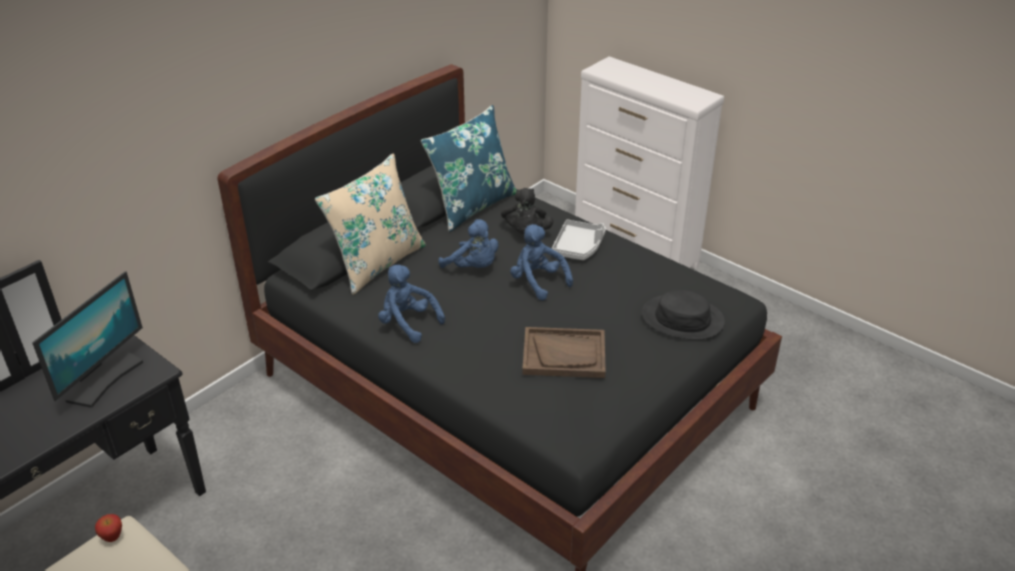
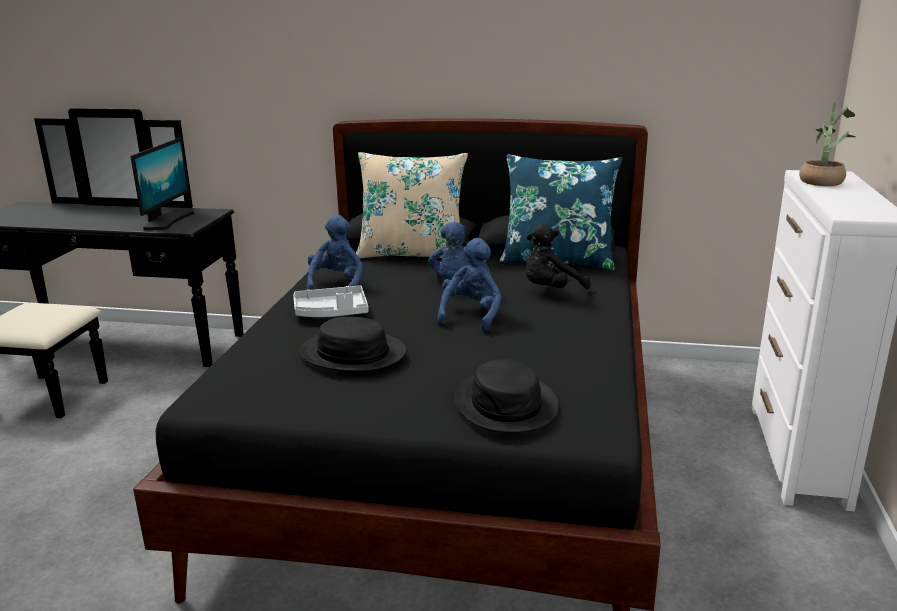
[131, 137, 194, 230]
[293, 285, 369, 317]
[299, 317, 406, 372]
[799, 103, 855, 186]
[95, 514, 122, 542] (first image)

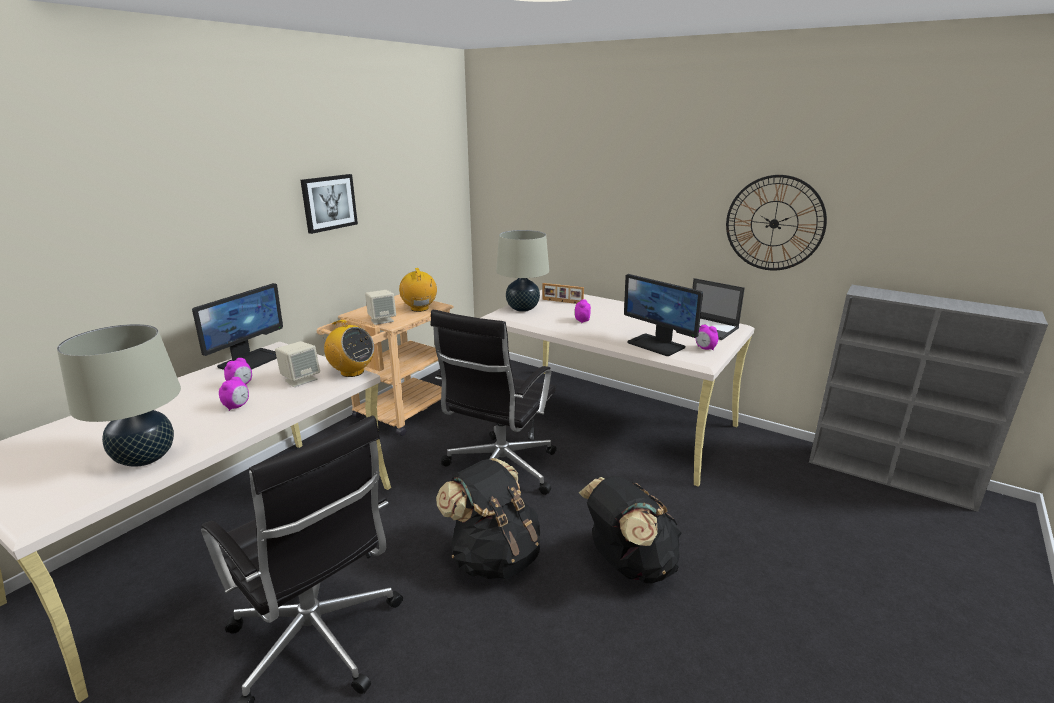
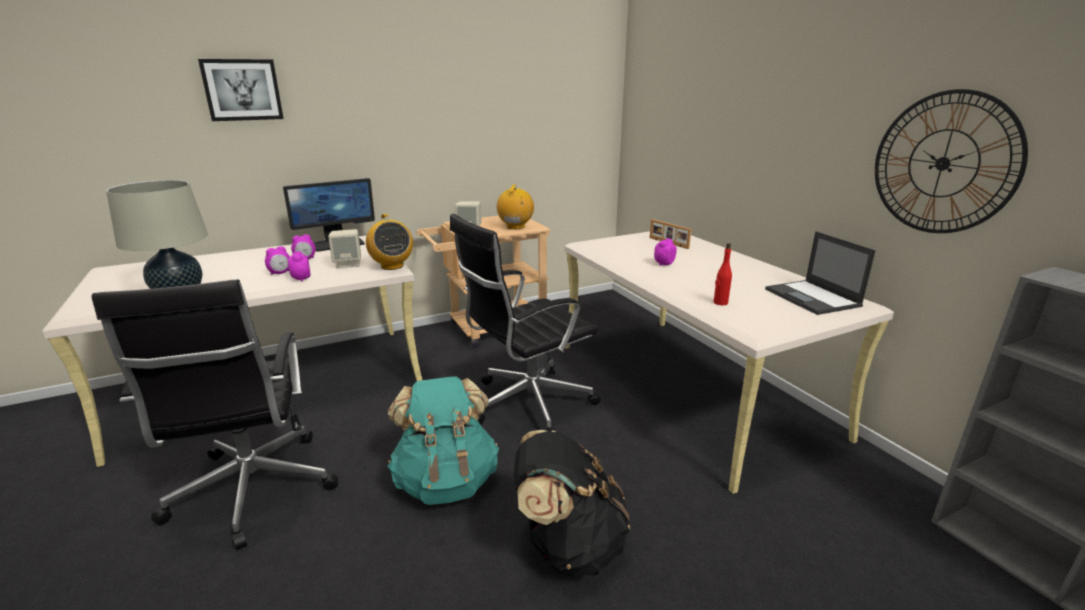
[198, 59, 284, 121]
[288, 251, 311, 282]
[387, 376, 499, 505]
[714, 243, 732, 305]
[496, 230, 549, 312] (first image)

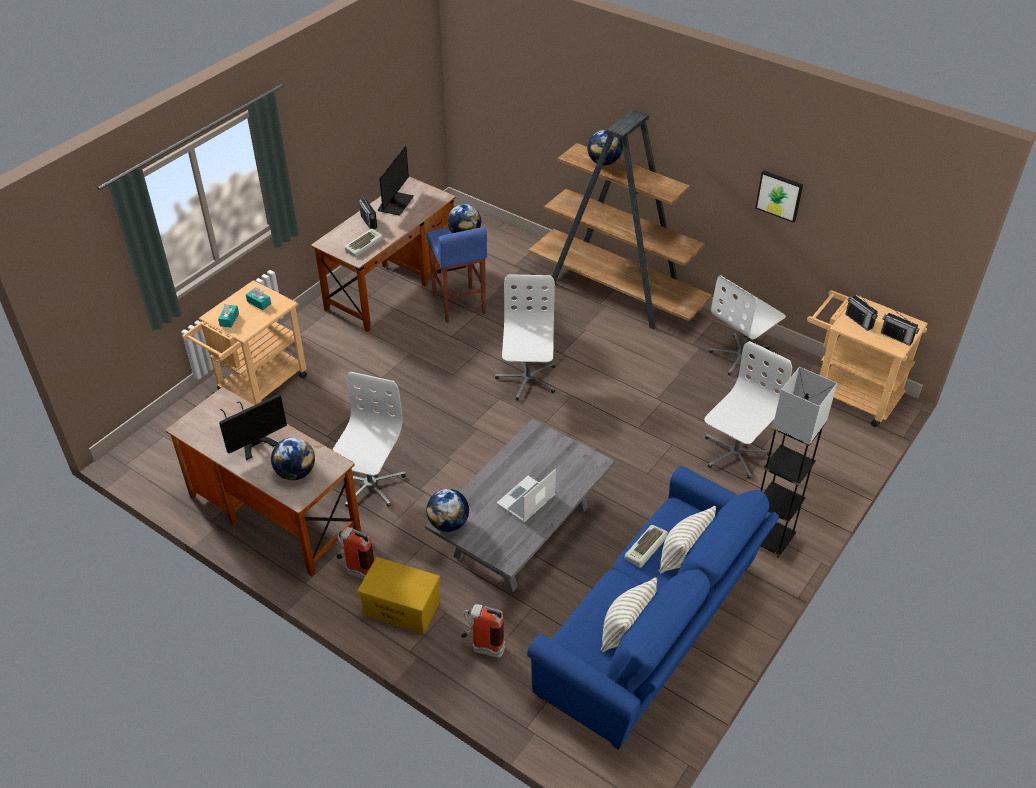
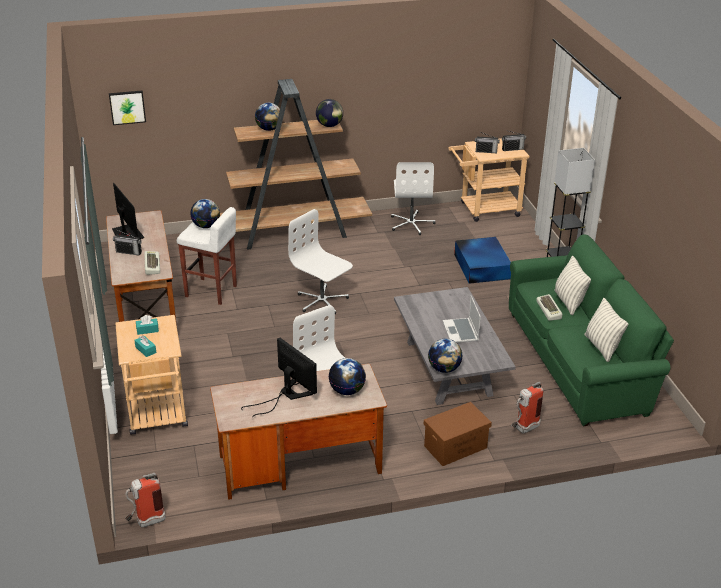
[109, 91, 146, 125]
[125, 473, 166, 528]
[177, 207, 237, 305]
[241, 337, 317, 417]
[316, 99, 343, 127]
[424, 402, 492, 466]
[454, 237, 511, 284]
[509, 234, 674, 427]

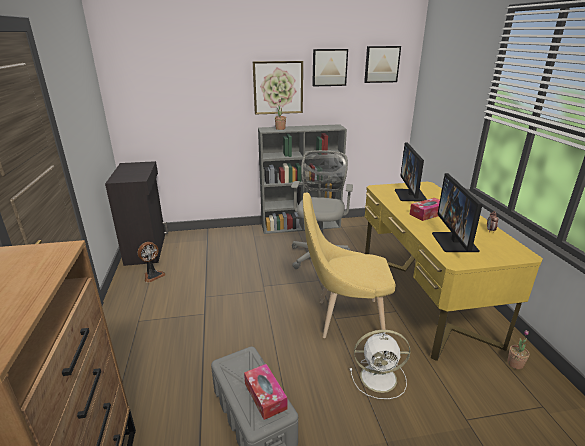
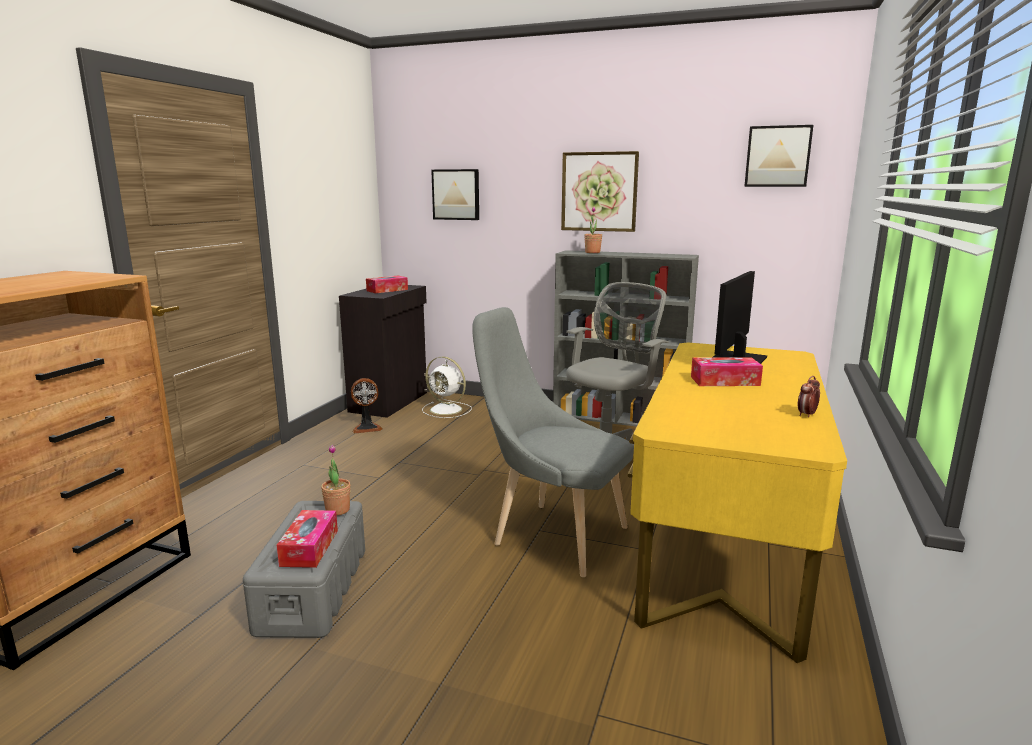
[321, 445, 350, 515]
[366, 276, 408, 293]
[422, 356, 472, 418]
[431, 169, 479, 220]
[472, 307, 633, 577]
[432, 173, 483, 252] (first image)

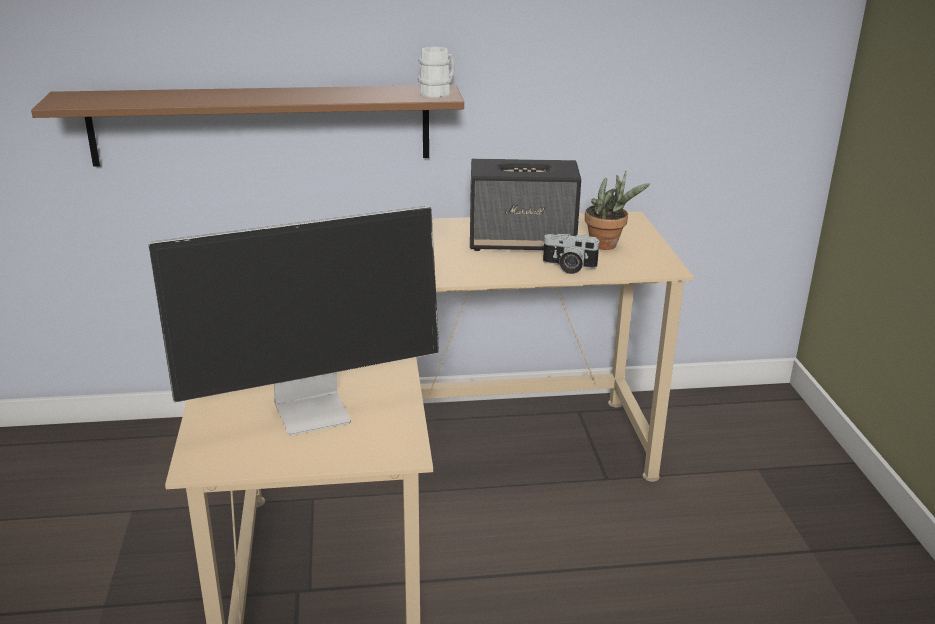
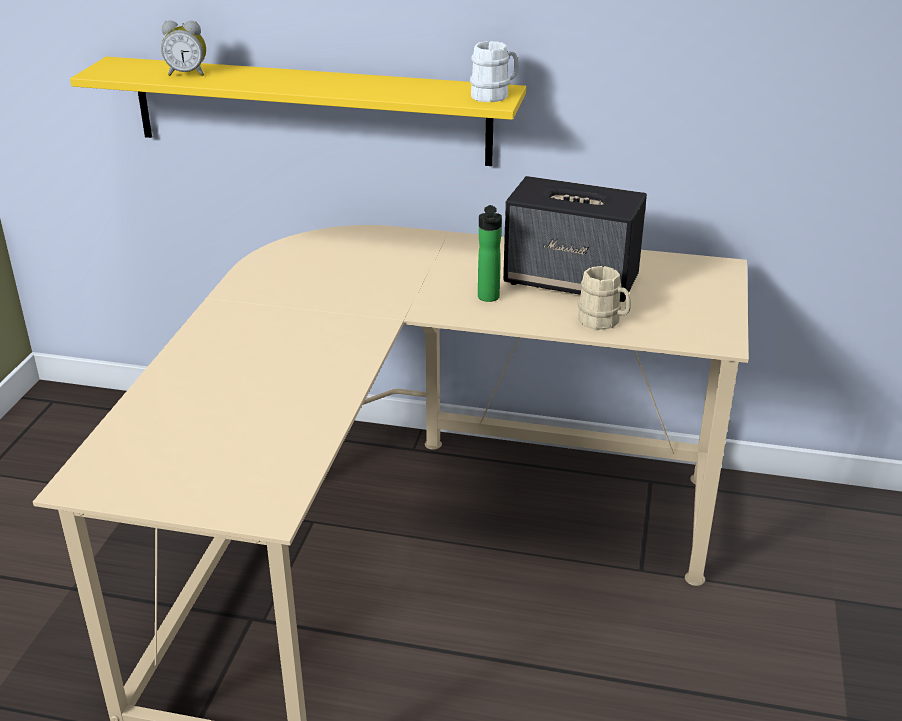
[70, 57, 526, 166]
[161, 21, 206, 76]
[478, 205, 502, 302]
[578, 266, 631, 330]
[148, 206, 439, 436] (first image)
[585, 171, 650, 250] (first image)

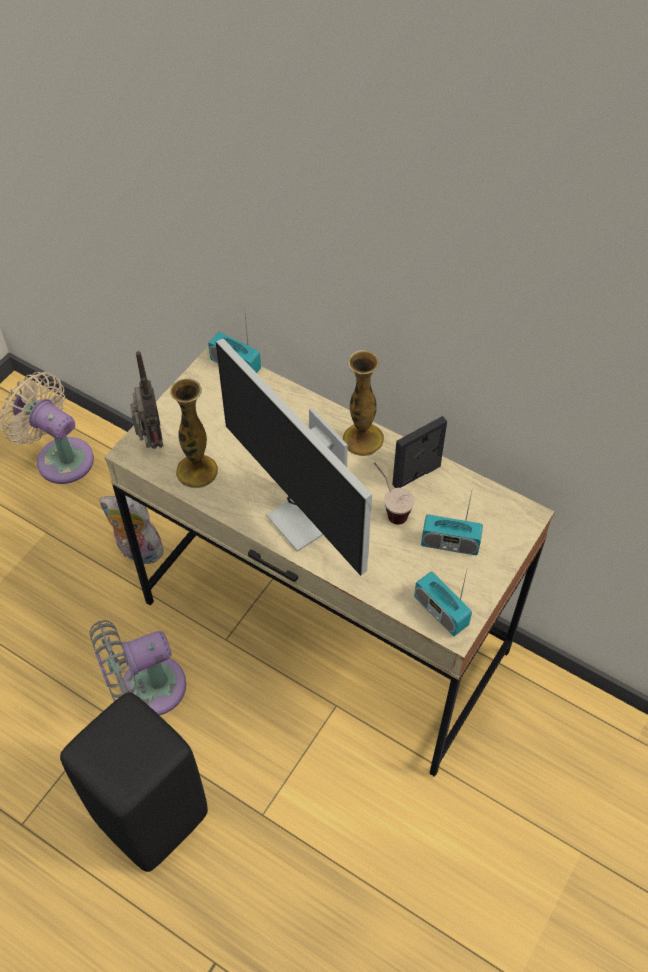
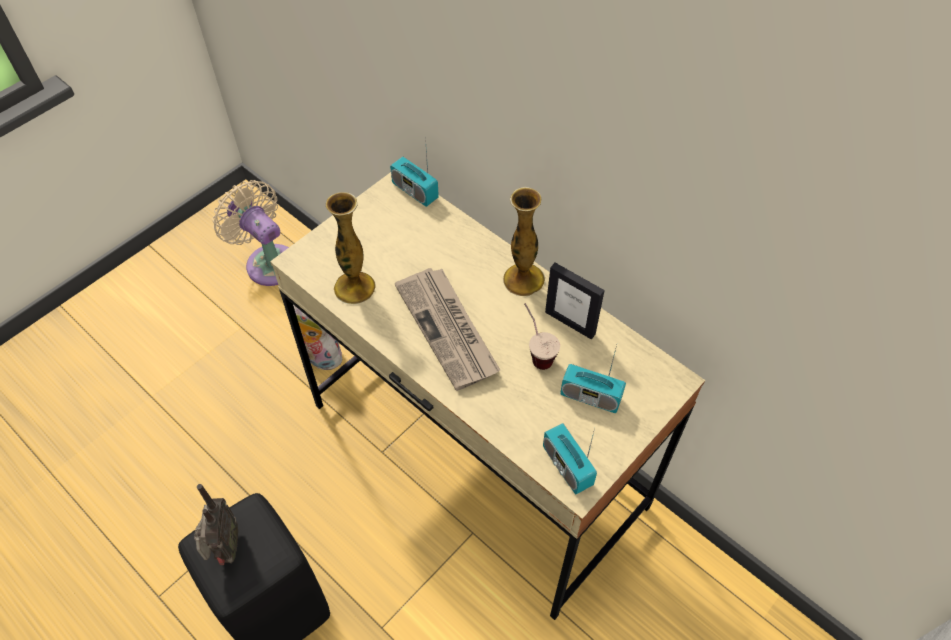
[194, 484, 238, 565]
[395, 268, 500, 391]
[545, 263, 605, 340]
[89, 620, 186, 715] (first image)

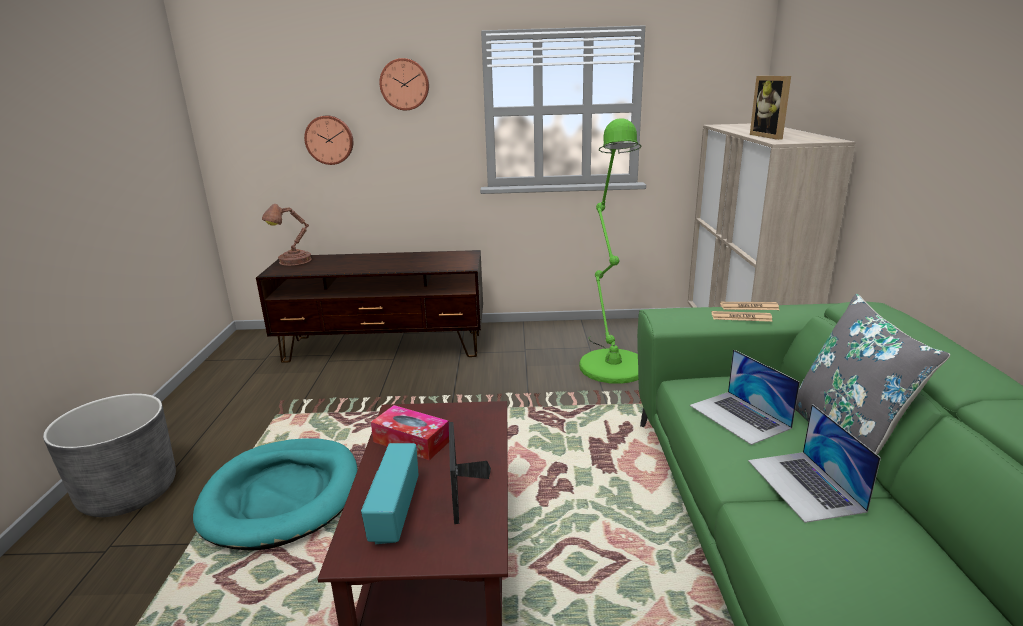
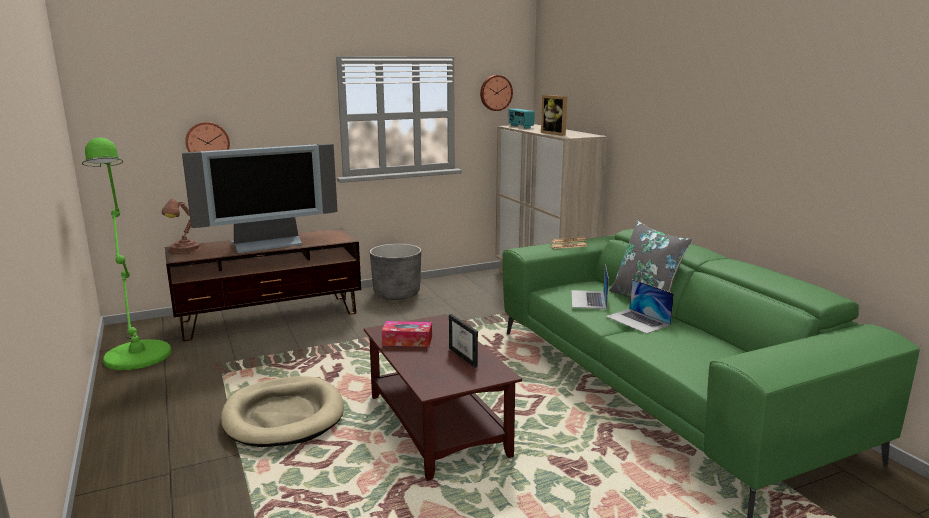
[82, 138, 172, 370]
[182, 144, 338, 253]
[221, 376, 344, 447]
[370, 244, 421, 300]
[480, 75, 513, 111]
[508, 109, 535, 129]
[572, 264, 609, 309]

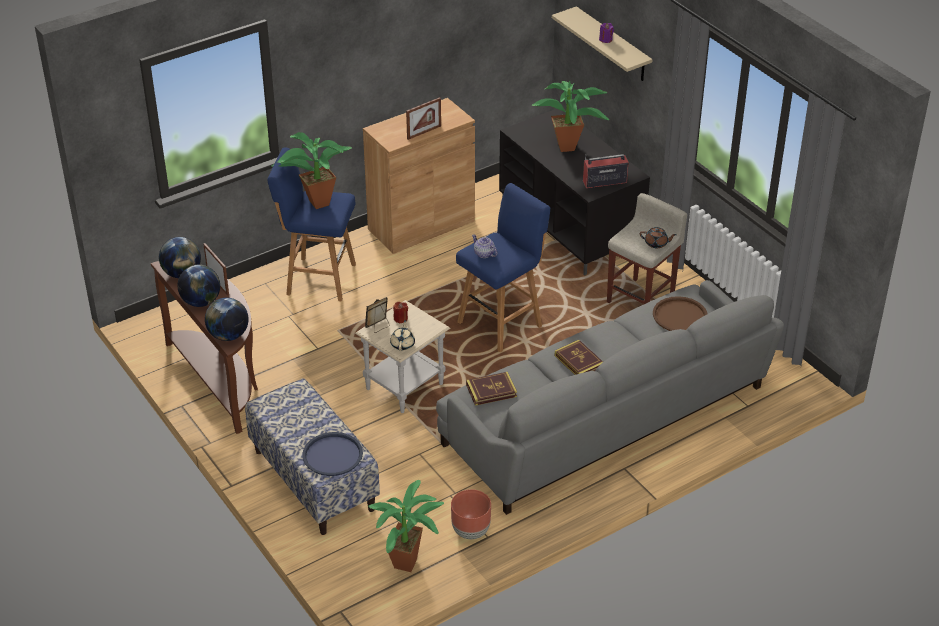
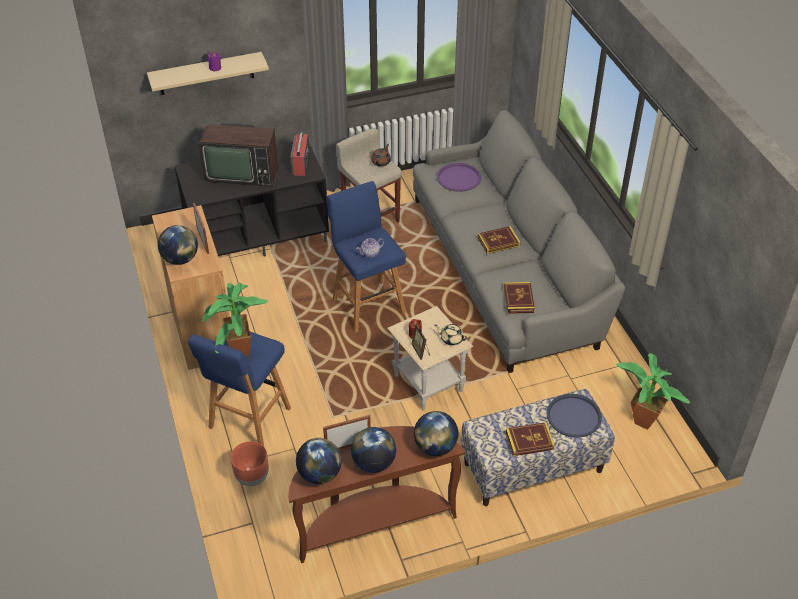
[158, 225, 198, 265]
[199, 123, 278, 187]
[231, 441, 269, 486]
[437, 163, 481, 192]
[505, 422, 555, 456]

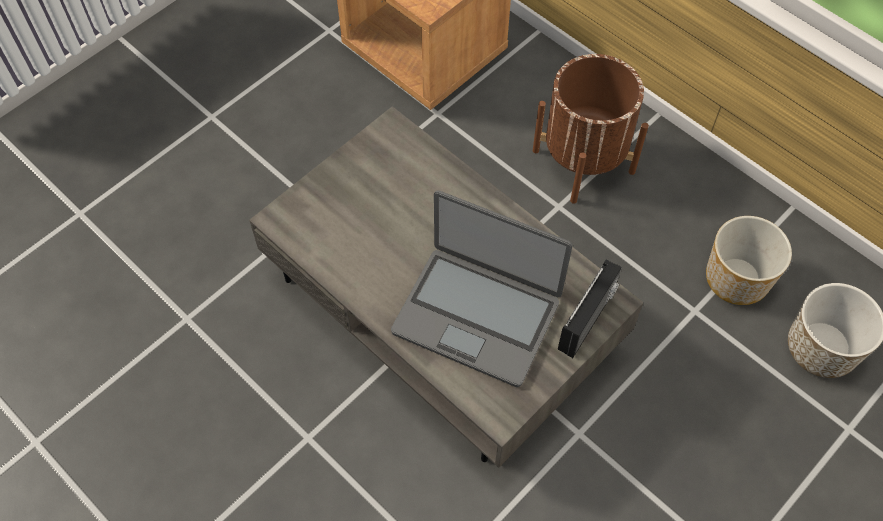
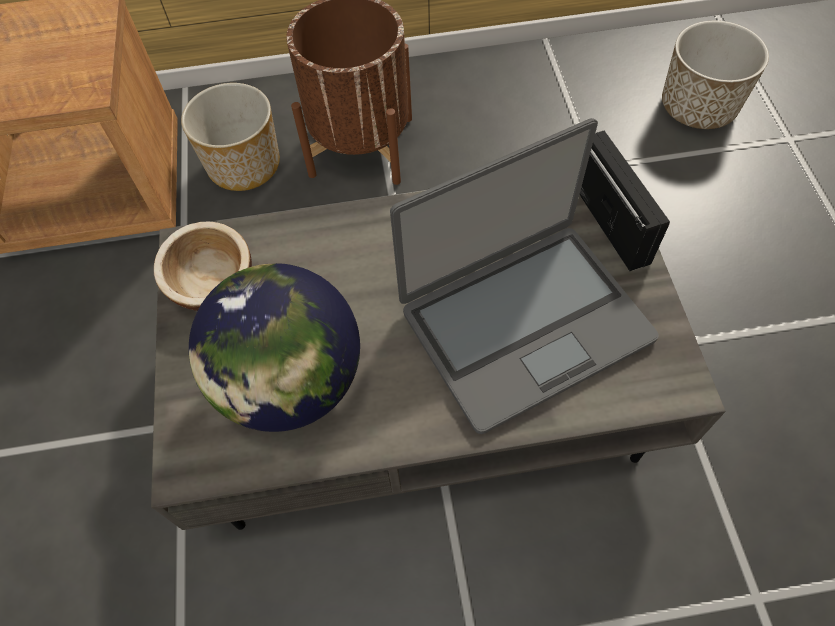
[154, 222, 252, 311]
[181, 83, 280, 191]
[189, 263, 360, 432]

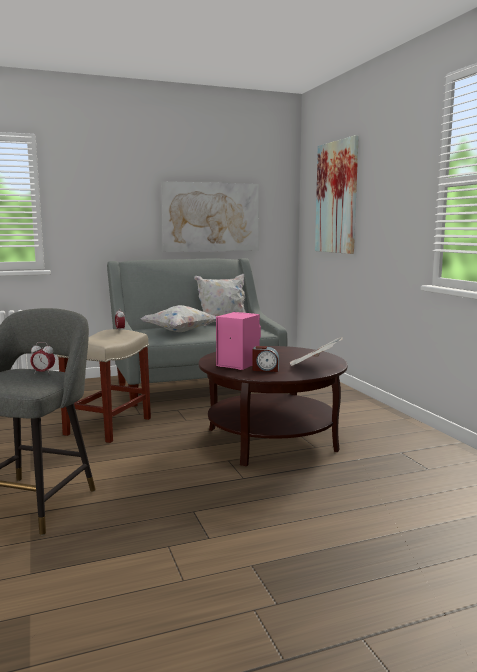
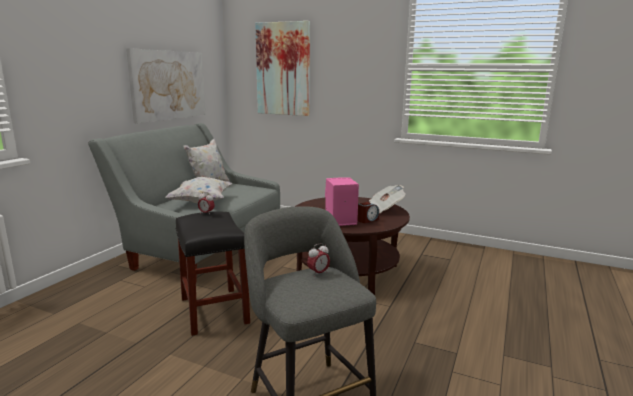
[175, 211, 250, 336]

